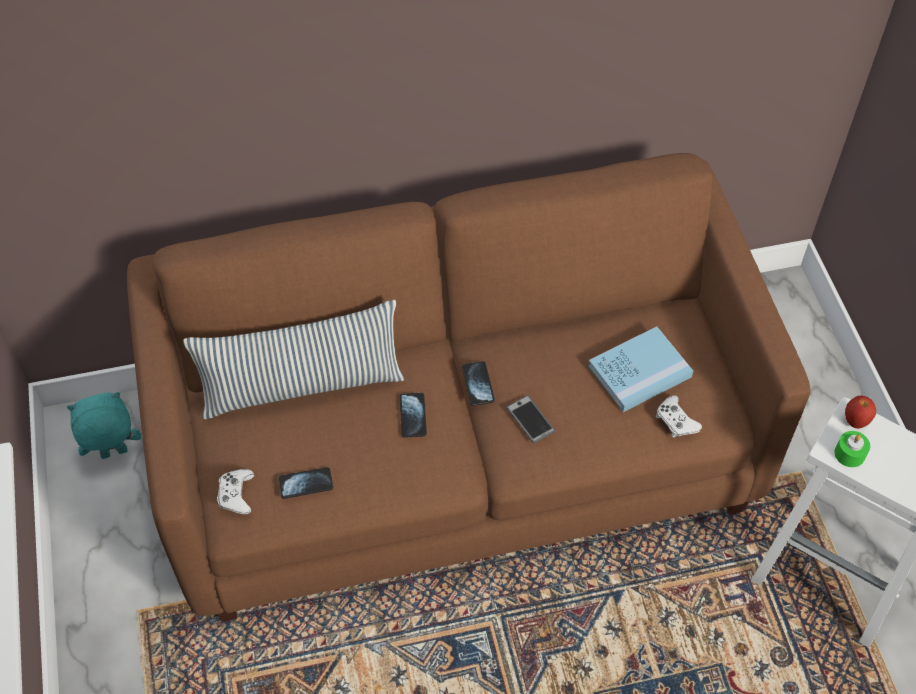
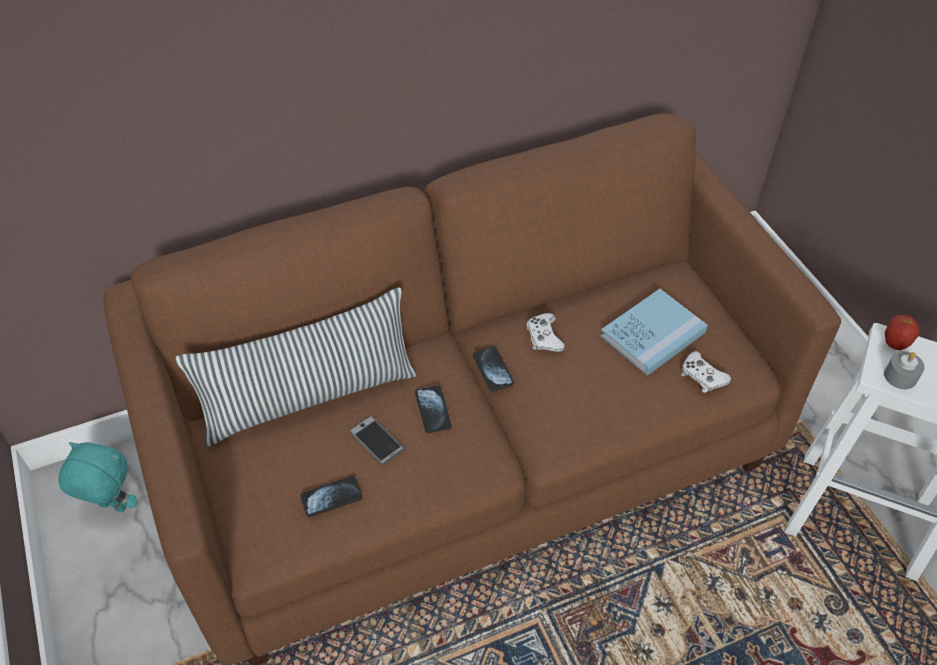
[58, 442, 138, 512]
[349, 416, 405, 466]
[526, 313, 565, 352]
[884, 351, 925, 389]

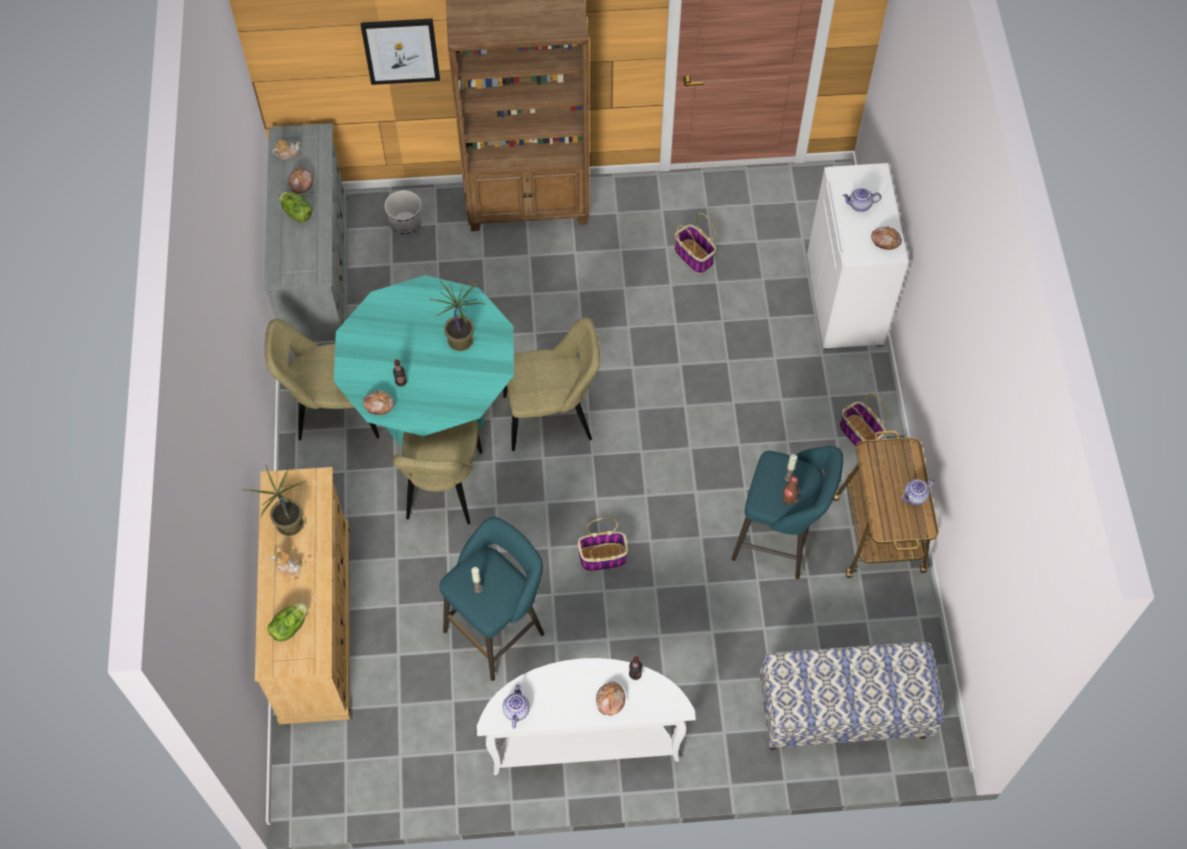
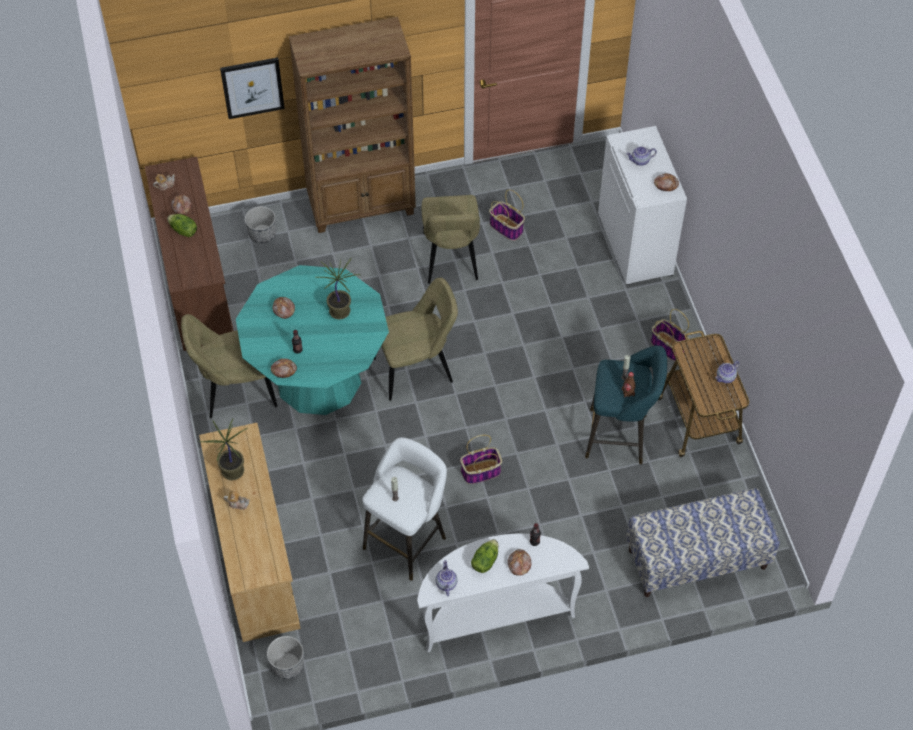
[145, 157, 234, 351]
[267, 636, 304, 679]
[272, 297, 295, 319]
[362, 437, 447, 581]
[422, 195, 480, 284]
[471, 539, 498, 573]

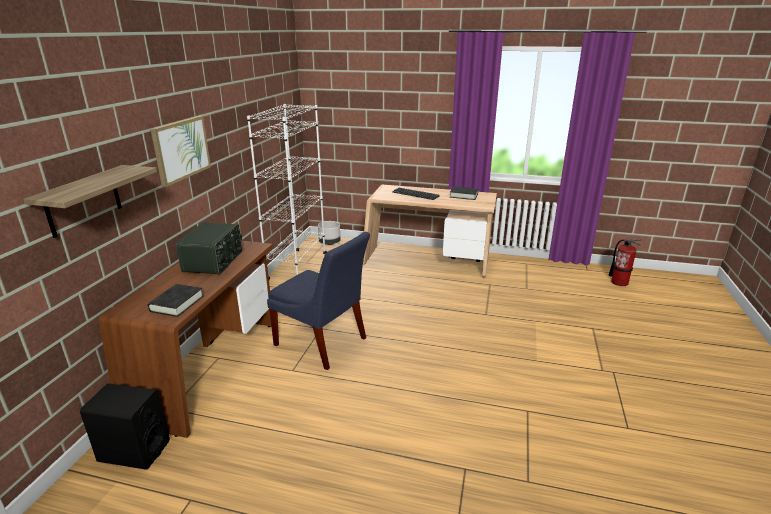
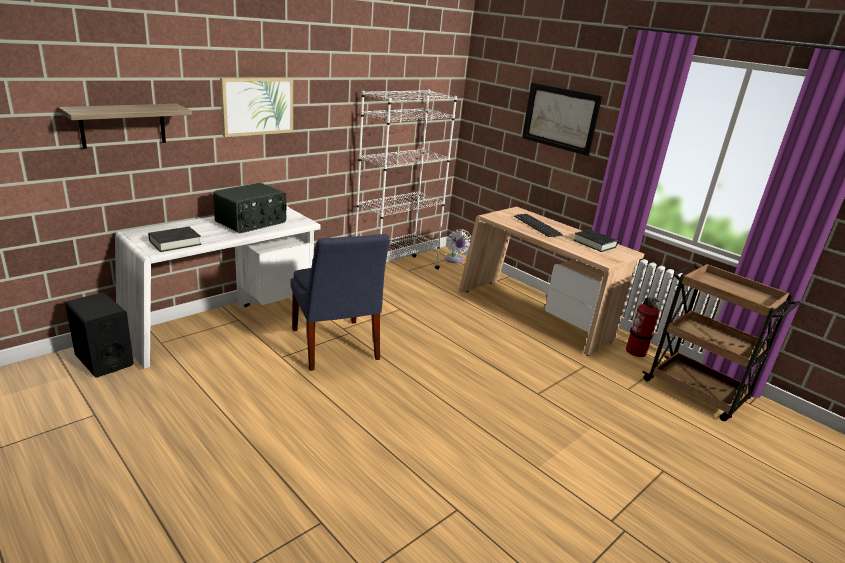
[115, 206, 321, 369]
[445, 229, 471, 263]
[522, 83, 602, 156]
[626, 297, 660, 357]
[642, 263, 800, 421]

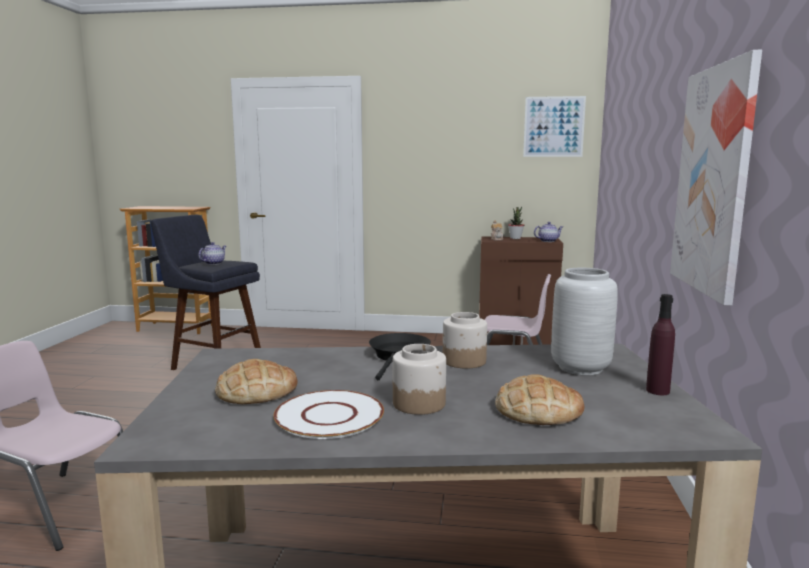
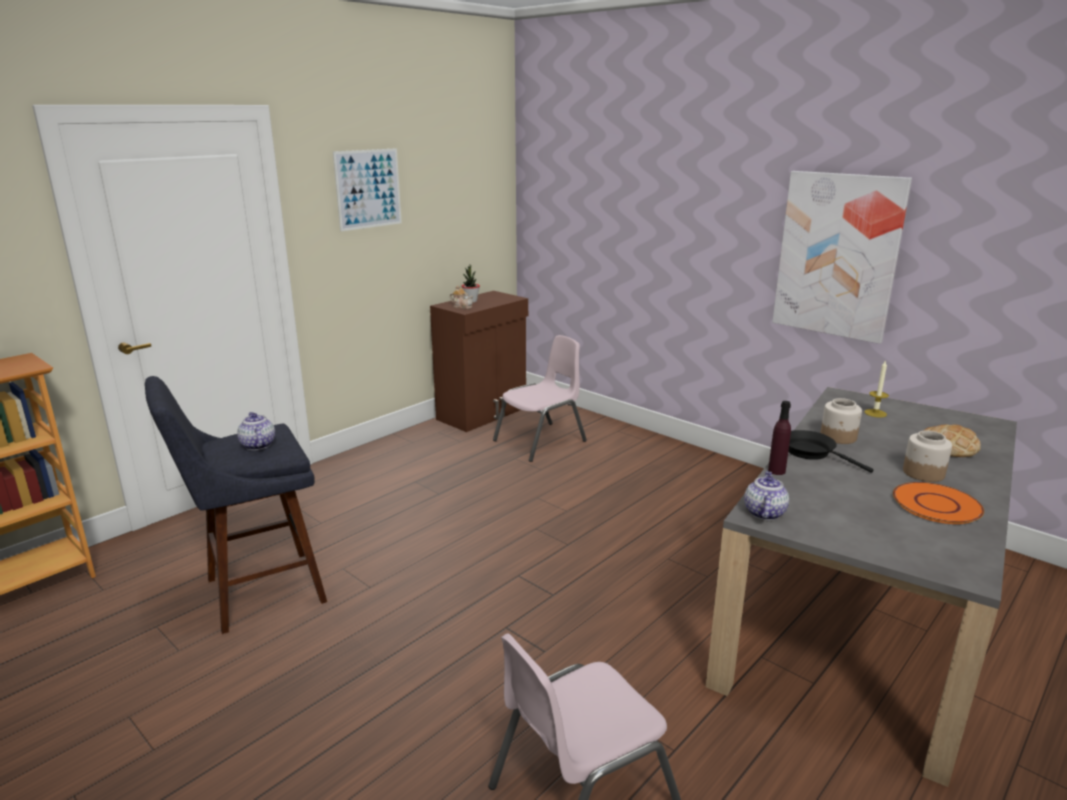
[333, 148, 402, 231]
[744, 471, 789, 520]
[768, 401, 791, 475]
[864, 360, 889, 418]
[893, 482, 984, 524]
[215, 359, 298, 404] (first image)

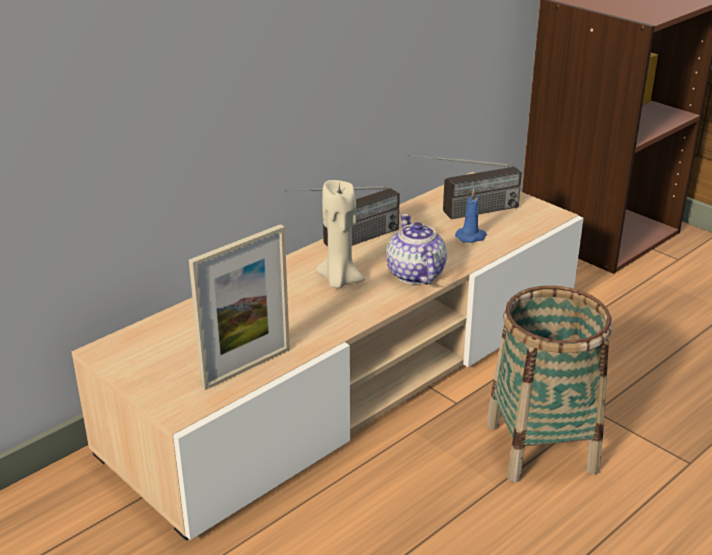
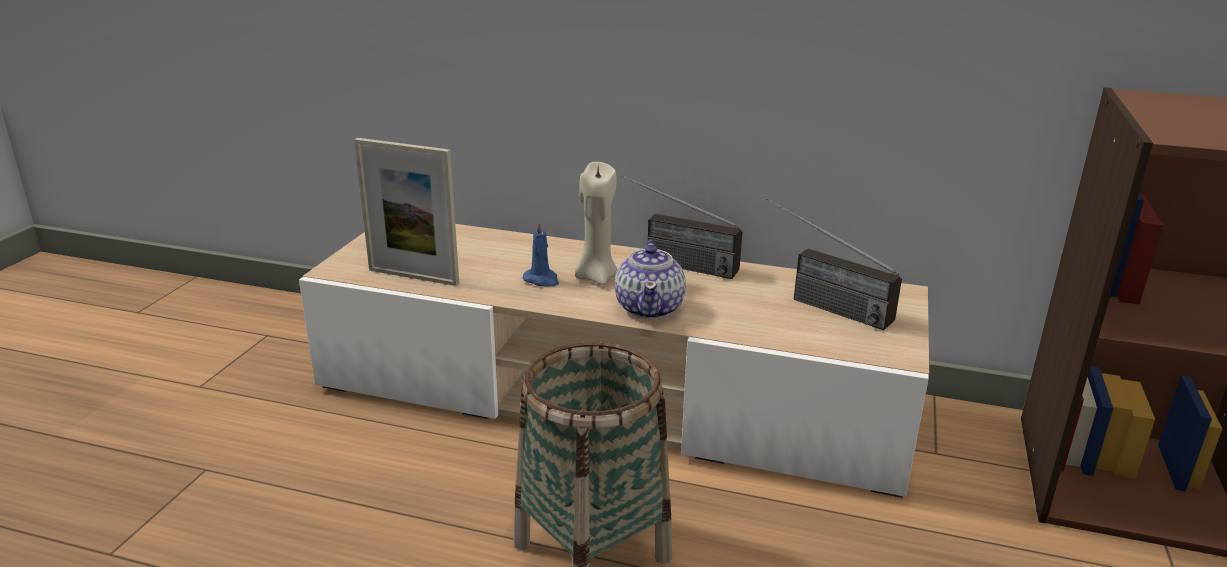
[522, 221, 559, 286]
[615, 240, 686, 319]

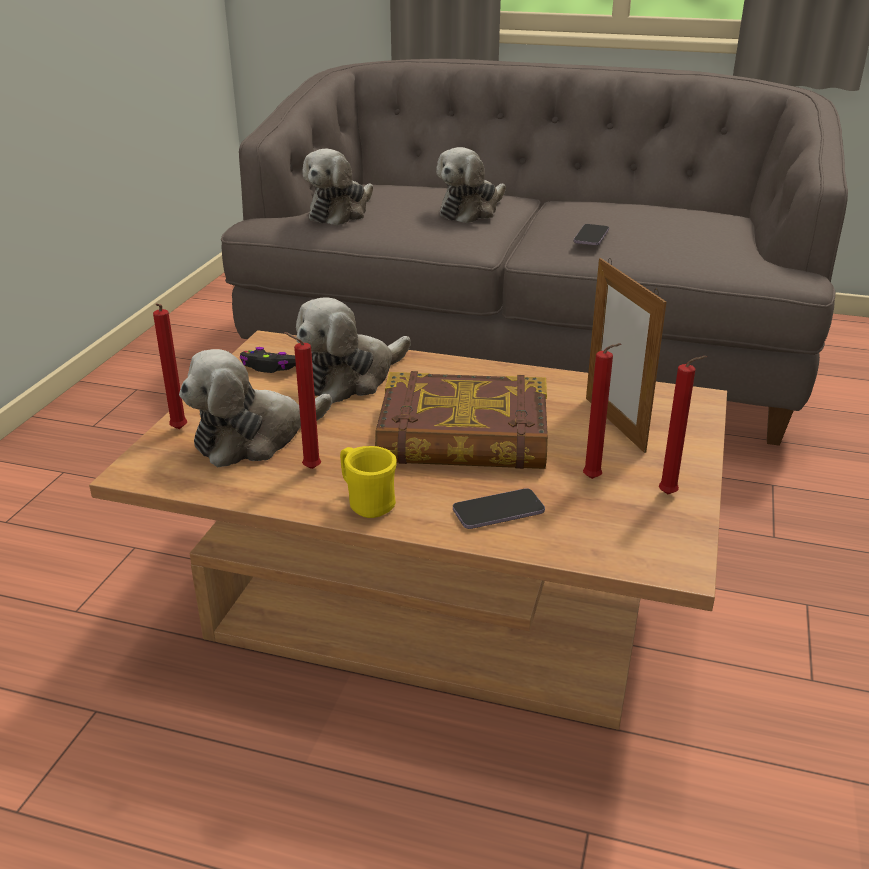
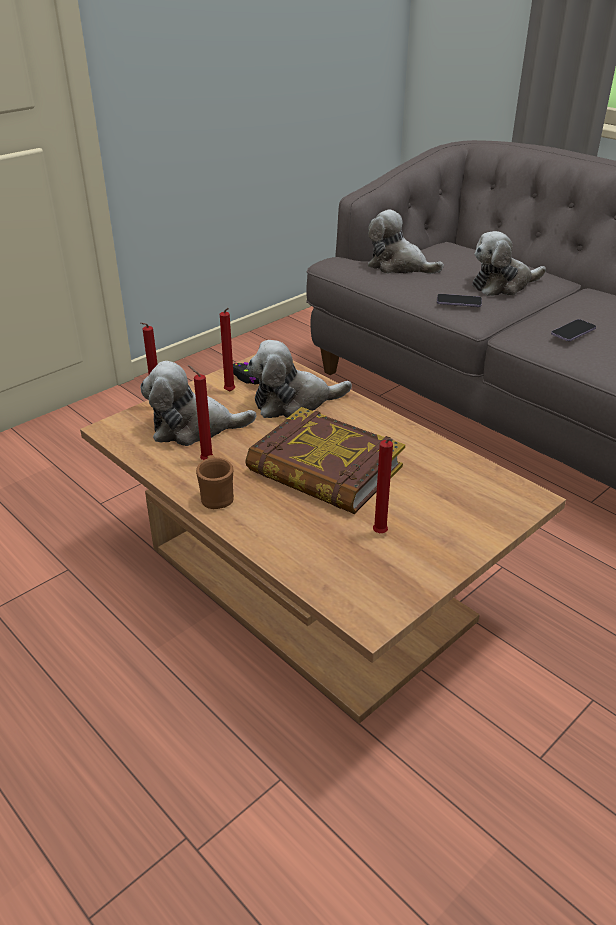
[196, 455, 234, 509]
[220, 308, 235, 392]
[368, 210, 444, 274]
[437, 294, 482, 307]
[586, 258, 666, 453] (first image)

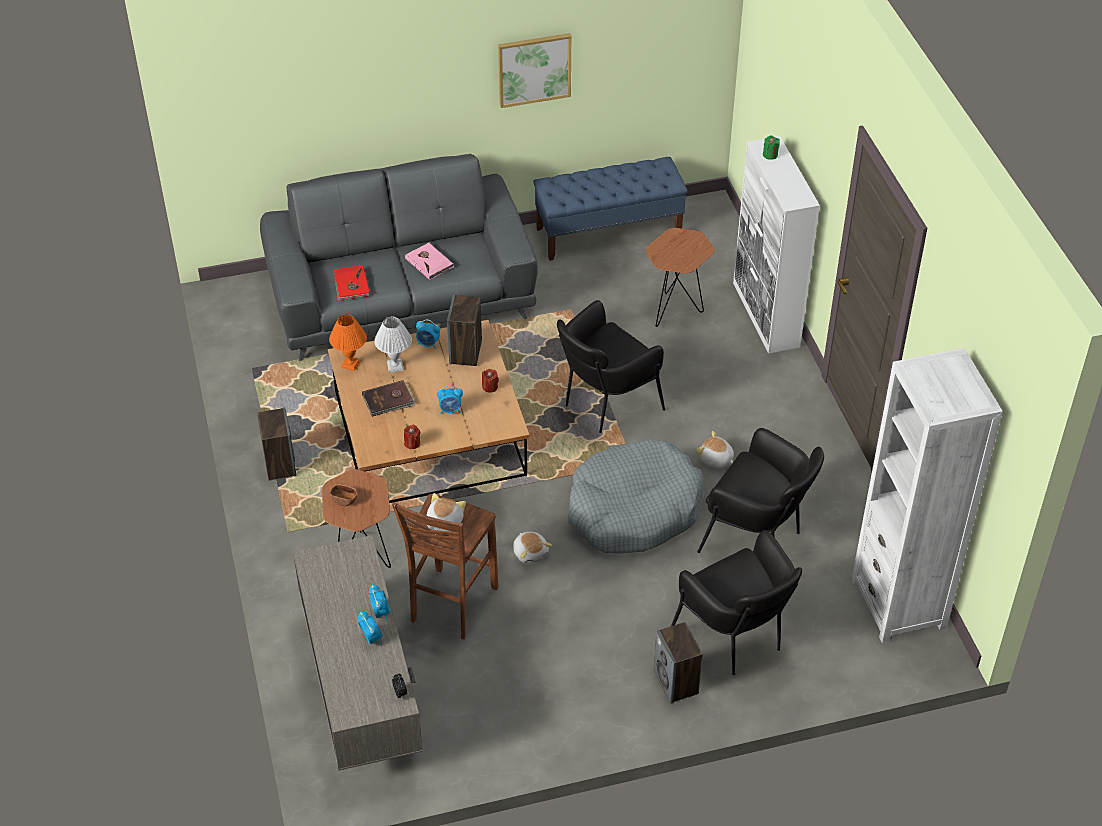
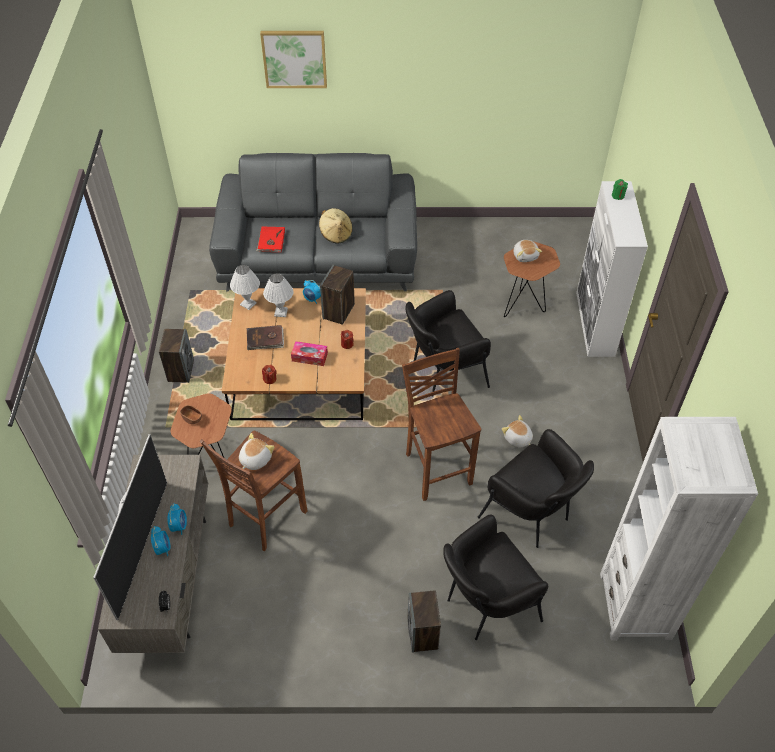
[93, 434, 167, 620]
[230, 265, 260, 310]
[260, 31, 327, 88]
[291, 341, 328, 366]
[319, 208, 353, 244]
[402, 348, 481, 501]
[443, 515, 548, 640]
[514, 240, 542, 262]
[533, 157, 688, 261] (first image)

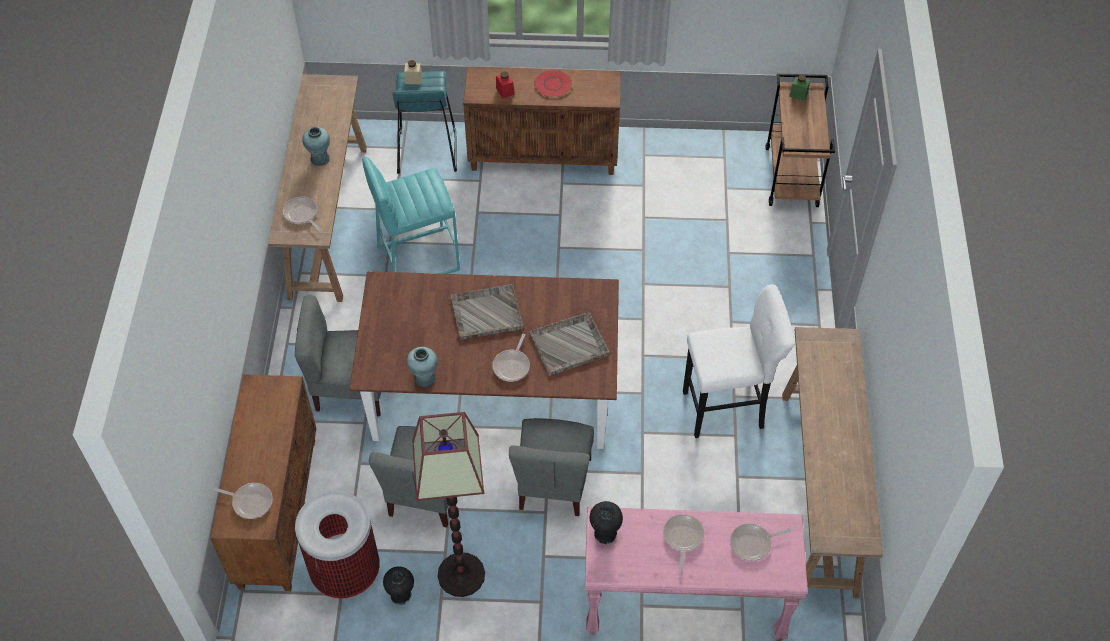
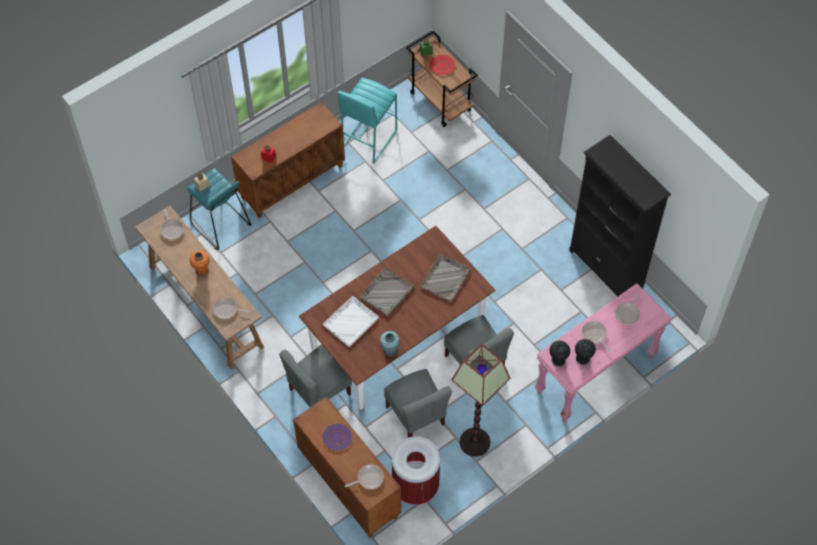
[160, 209, 184, 240]
[190, 251, 209, 276]
[322, 423, 353, 452]
[323, 296, 379, 347]
[337, 77, 397, 164]
[429, 54, 456, 75]
[569, 135, 671, 296]
[575, 339, 596, 365]
[683, 284, 795, 438] (first image)

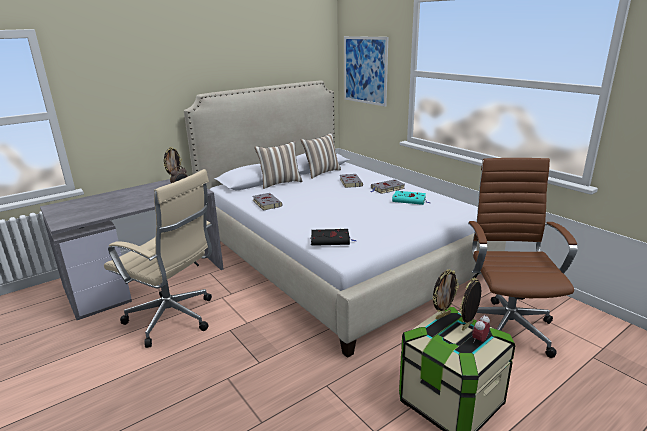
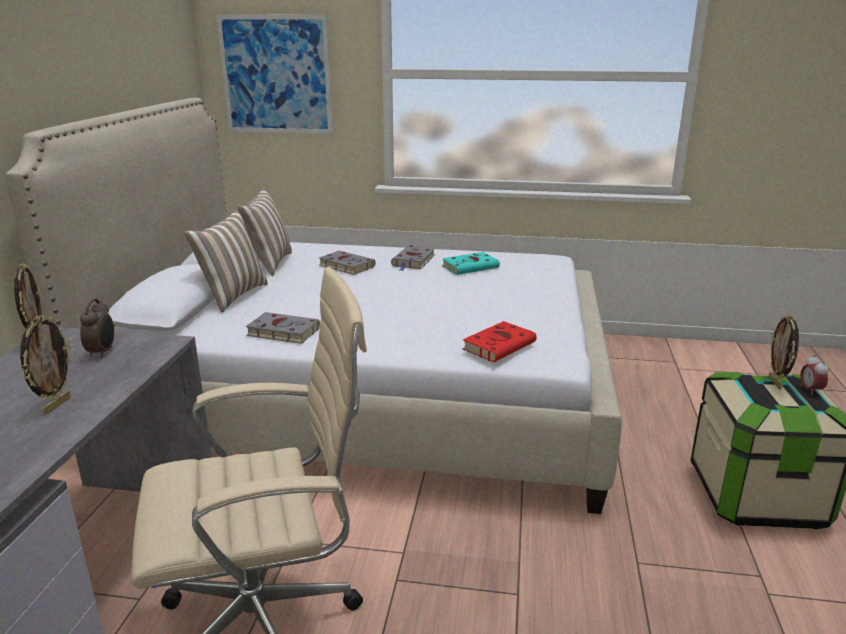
[20, 315, 71, 414]
[463, 321, 537, 362]
[468, 158, 578, 358] (first image)

